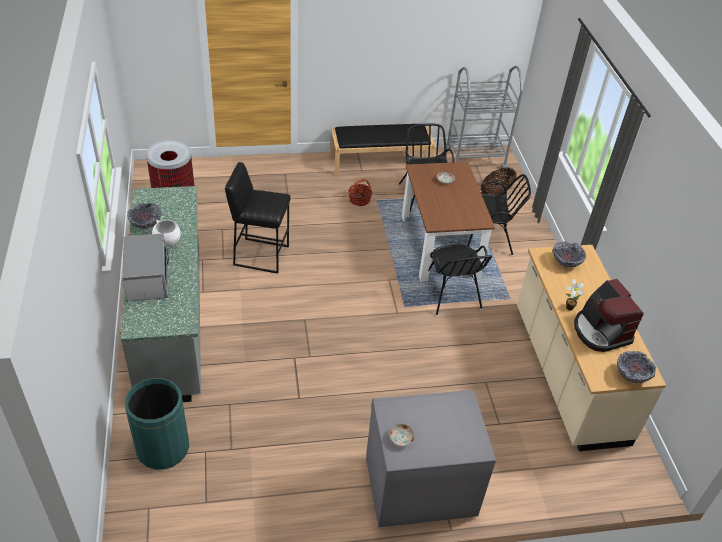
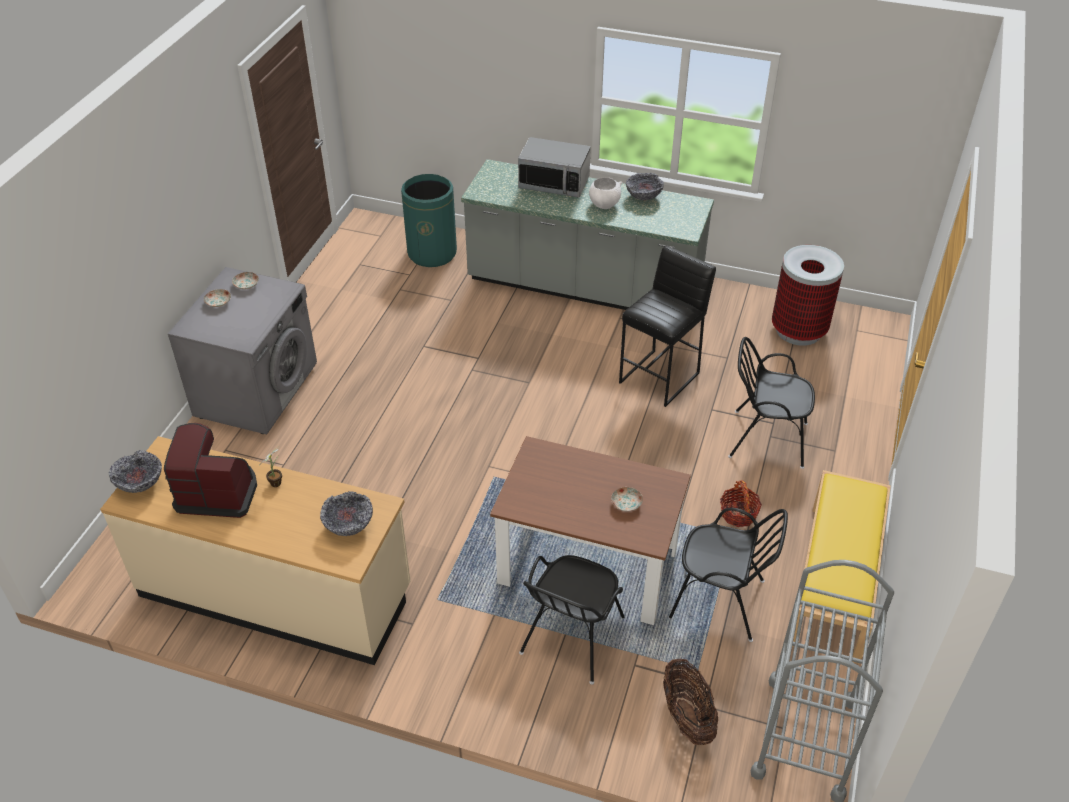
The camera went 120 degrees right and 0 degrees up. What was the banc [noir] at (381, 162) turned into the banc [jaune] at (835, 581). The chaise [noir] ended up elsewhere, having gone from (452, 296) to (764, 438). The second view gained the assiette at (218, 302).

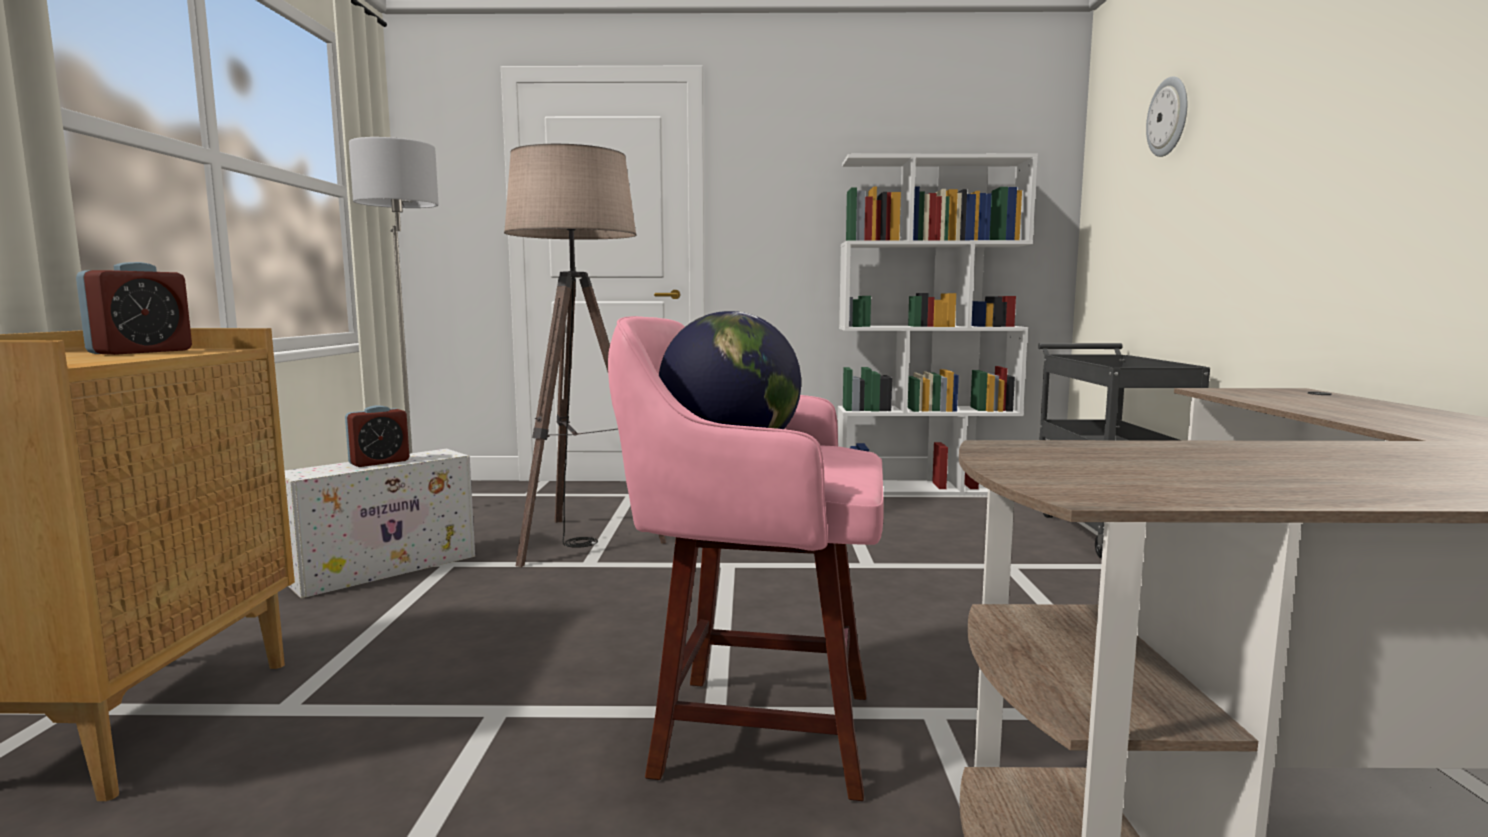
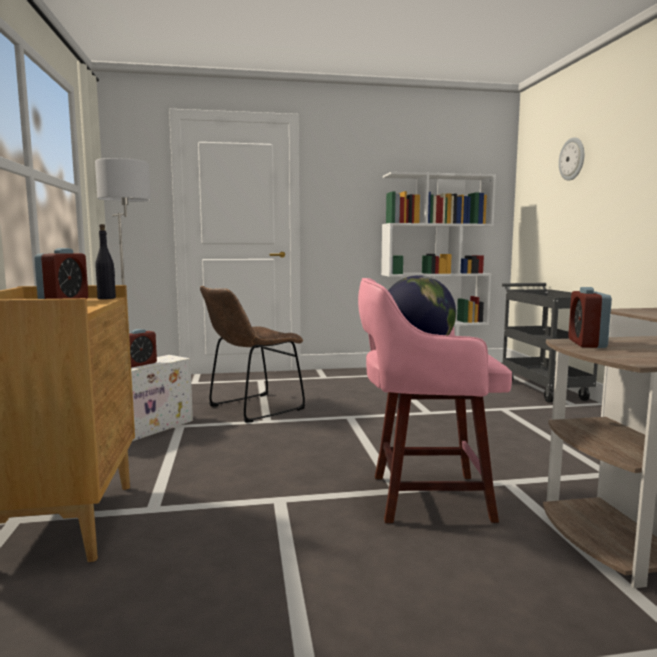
The camera went 10 degrees left and 0 degrees up. Where the lampadaire stood at (581, 542), the chaise [marron] came to stand at (252, 409). The second view gained the bouteille [noir] at (107, 298). The second view gained the réveil at (587, 343).

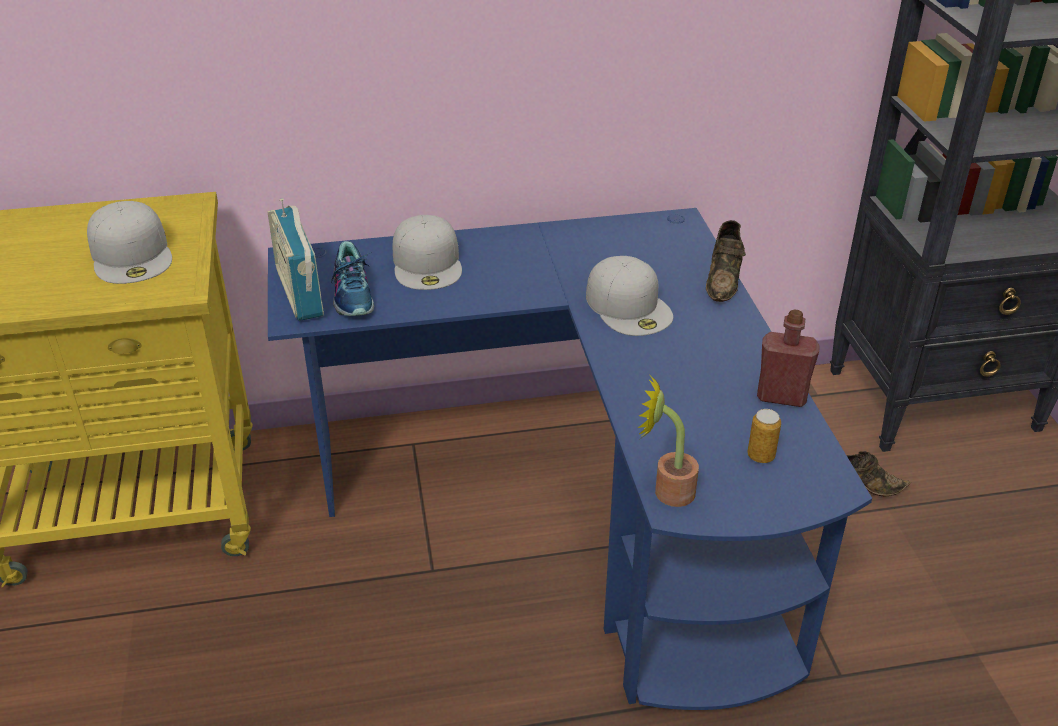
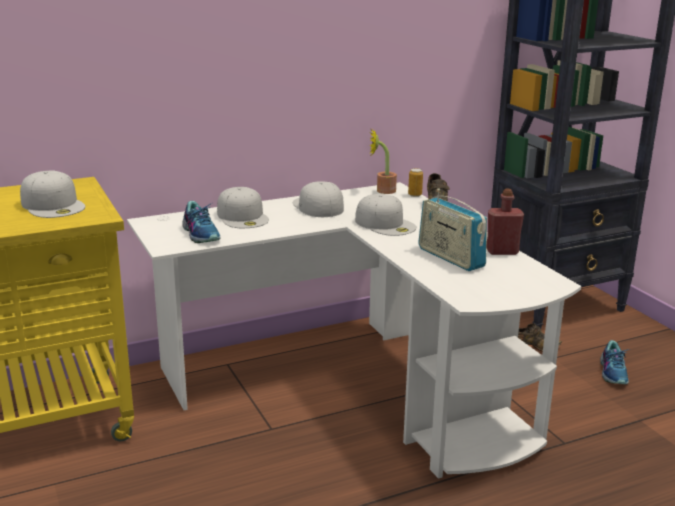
The camera went 15 degrees left and 15 degrees down. The radio ended up elsewhere, having gone from (300, 293) to (450, 258). What was the bureau [bleu] at (575, 507) turned into the bureau [blanc] at (355, 383). The plante en pot ended up elsewhere, having gone from (666, 490) to (382, 190). The boîte métallique ended up elsewhere, having gone from (761, 456) to (415, 195). The second view gained the casquette [blanc] at (317, 206). The second view gained the chaussure at (614, 372).

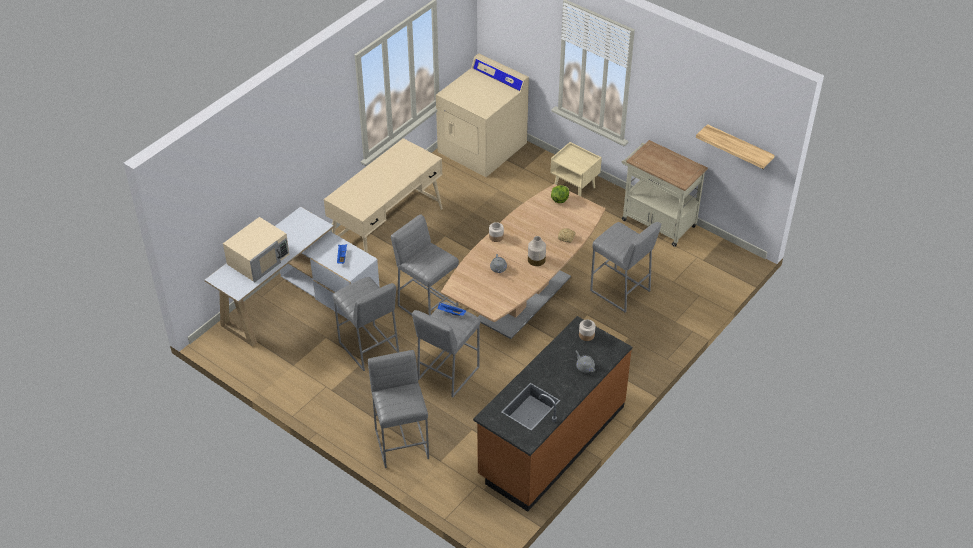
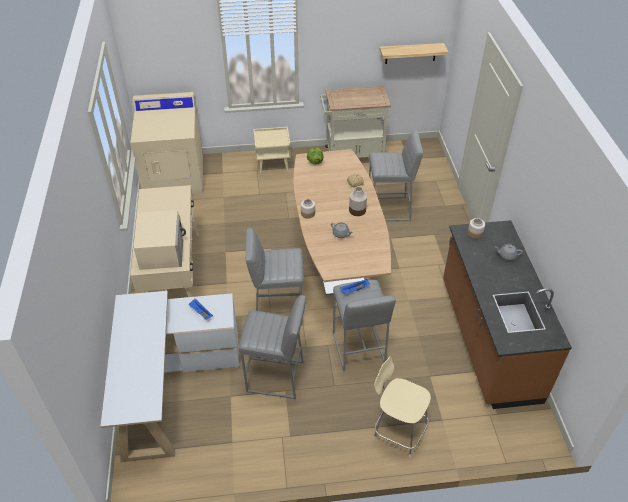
The camera went 45 degrees left and 0 degrees up. The micro-ondes [beige] ended up elsewhere, having gone from (259, 259) to (162, 249). Where the tabouret [gris] stood at (401, 443), the chaise [beige] came to stand at (398, 431).

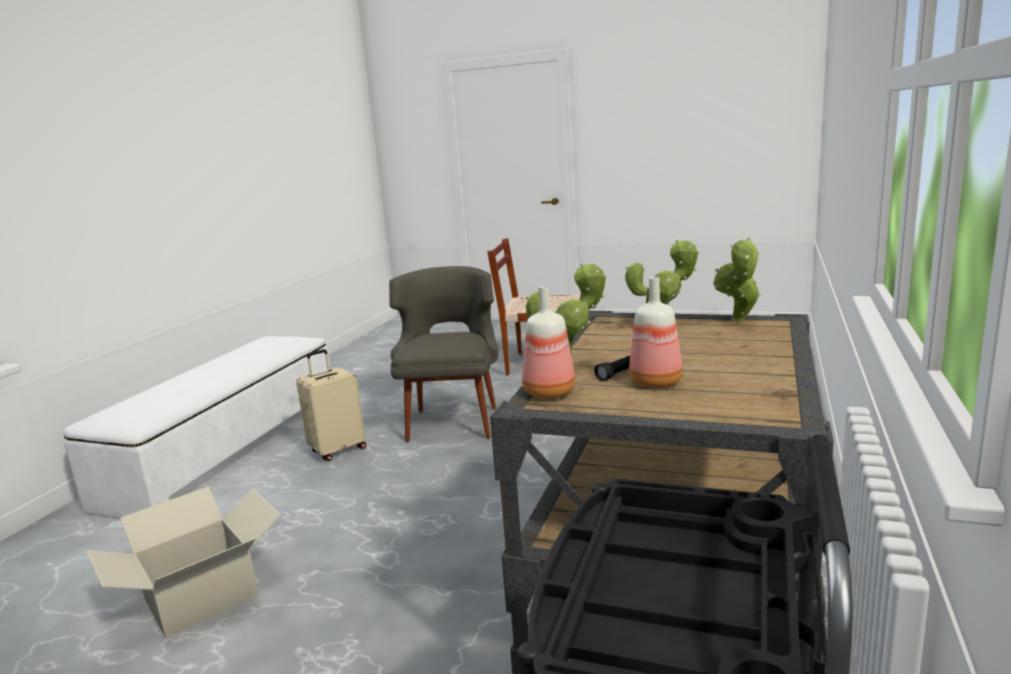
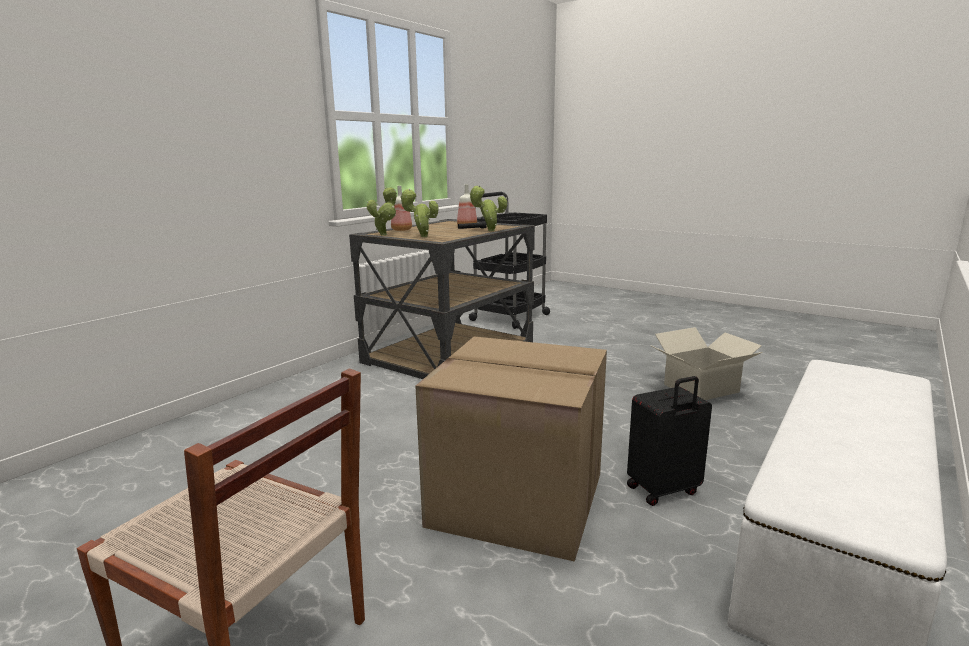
The camera went 165 degrees left and 0 degrees up. What was the valise [beige] at (337, 450) turned into the valise [noir] at (663, 491). Where the chaise [gris] stood at (452, 425), the carton came to stand at (514, 500). The bouteille ended up elsewhere, having gone from (547, 392) to (402, 230).

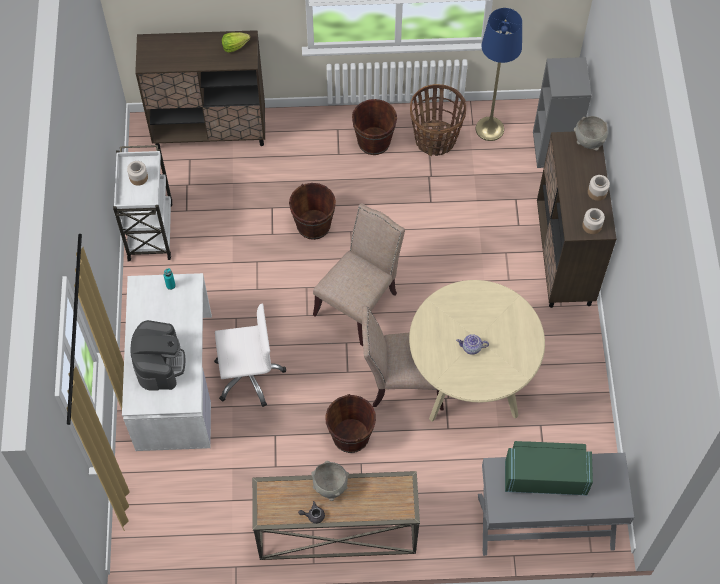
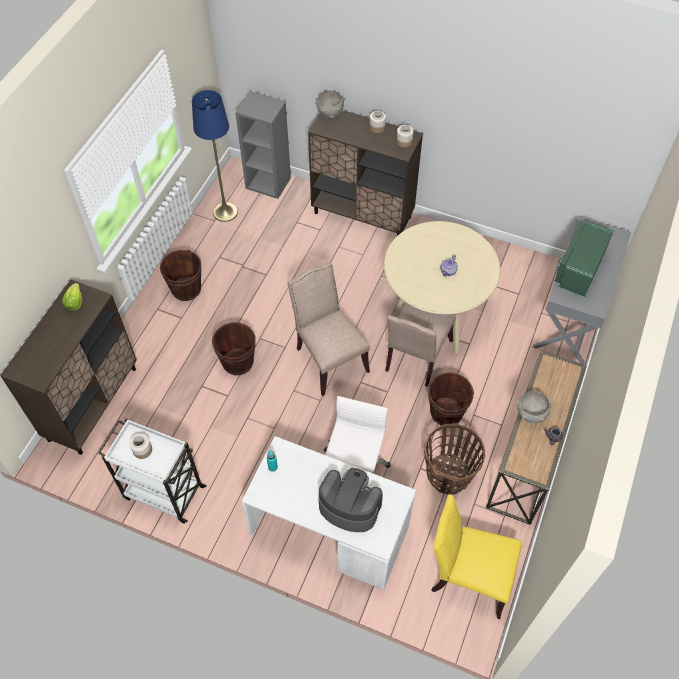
The camera went 65 degrees left and 5 degrees down. The panier ended up elsewhere, having gone from (435, 139) to (448, 475). The second view gained the chaise [jaune] at (468, 576).

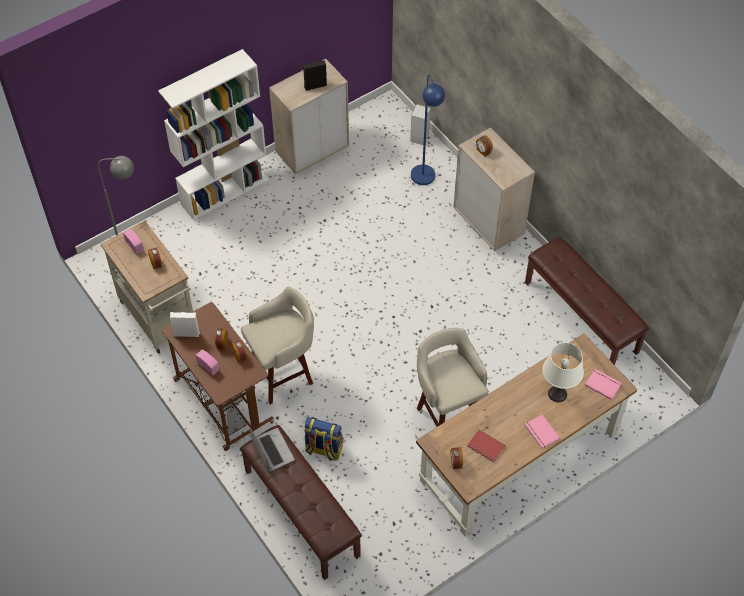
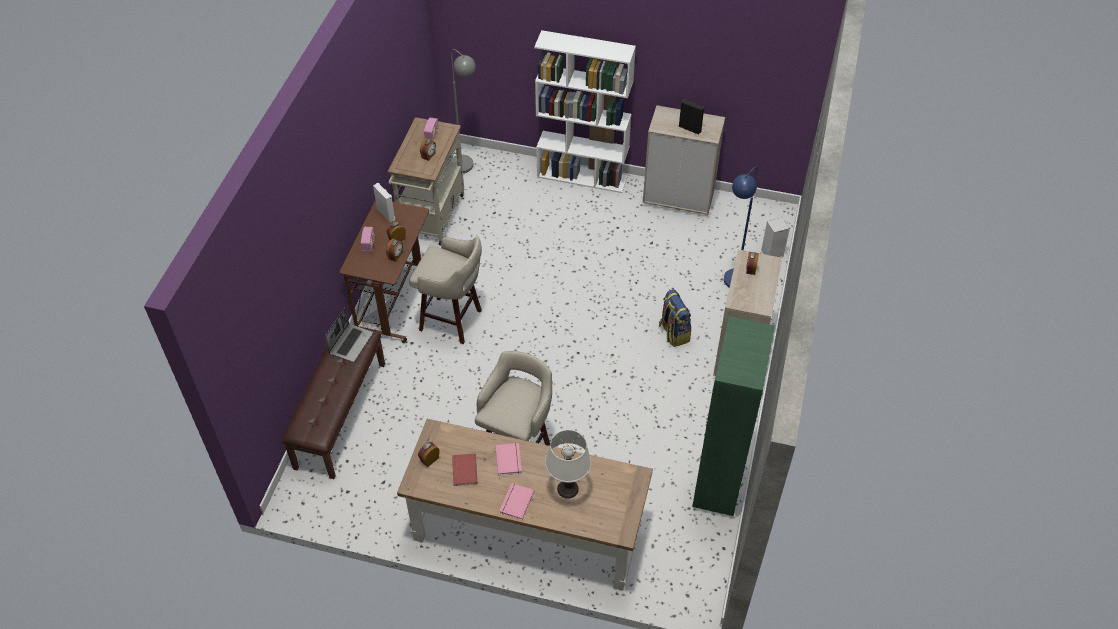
The camera went 50 degrees right and 5 degrees down. The sac à dos ended up elsewhere, having gone from (323, 449) to (673, 333). Where the banc [marron] stood at (581, 317), the meuble de rangement [vert] came to stand at (717, 484). The livre [rose] ended up elsewhere, having gone from (603, 384) to (509, 459).

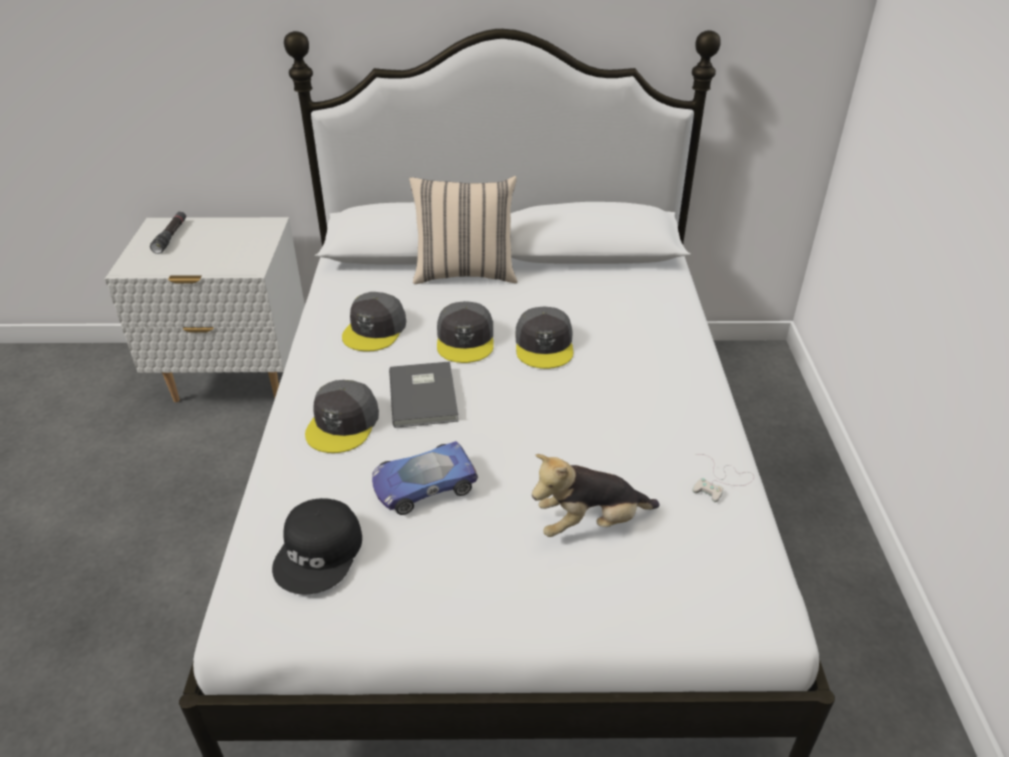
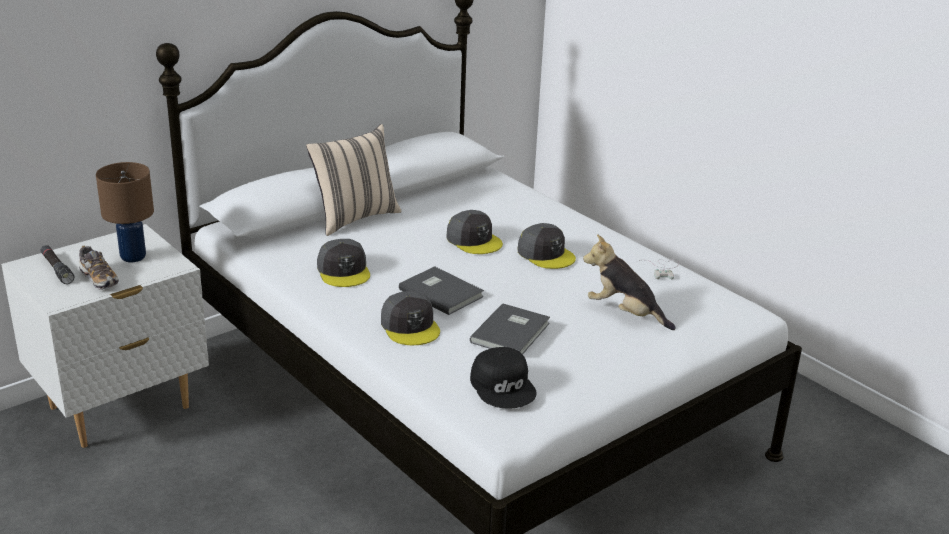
The camera went 40 degrees left and 10 degrees down. Where the petite voiture stood at (423, 485), the livre [gris] came to stand at (512, 333). The casquette [gris] ended up elsewhere, having gone from (465, 340) to (546, 254). The peluche at (590, 523) ended up facing another way, 90 degrees clockwise from before. The second view gained the chaussure at (99, 279). The second view gained the lampe de table [marron] at (133, 258).

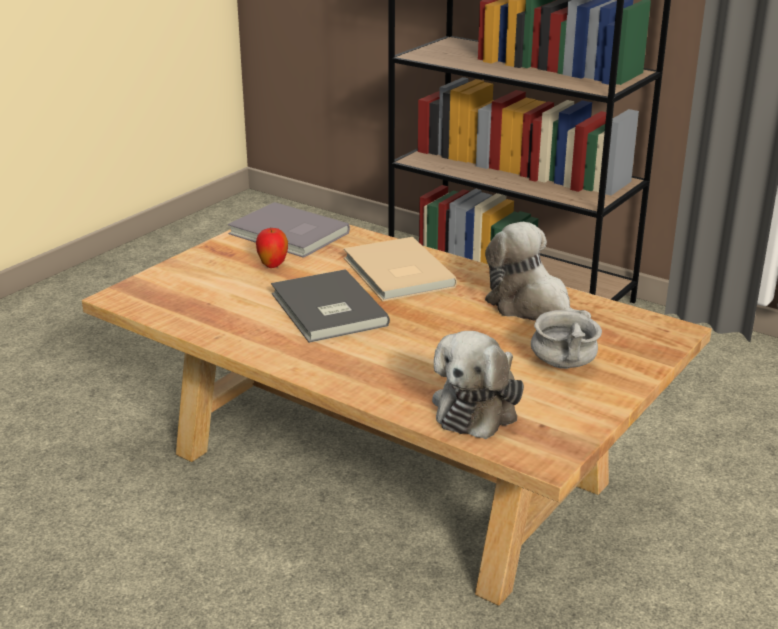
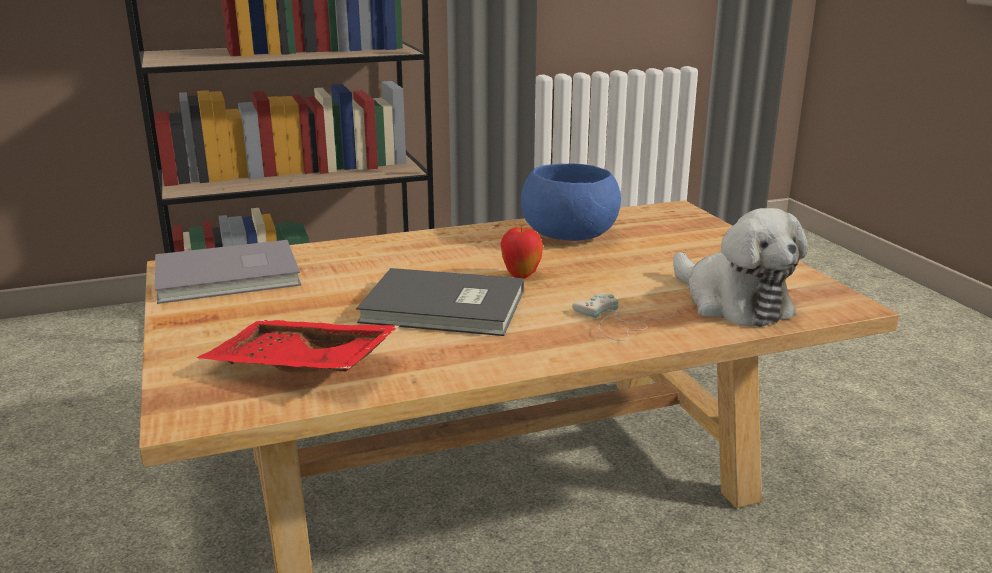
The camera went 55 degrees left and 5 degrees down. The pomme ended up elsewhere, having gone from (273, 265) to (521, 275). The second view lost the livre [beige] at (396, 273). Where the peluche stood at (532, 306), the bol [bleu] came to stand at (570, 234). The second view lost the bol [gris] at (565, 364). The second view gained the plateau [rouge] at (299, 367). The second view gained the manette [blanc] at (617, 322).

